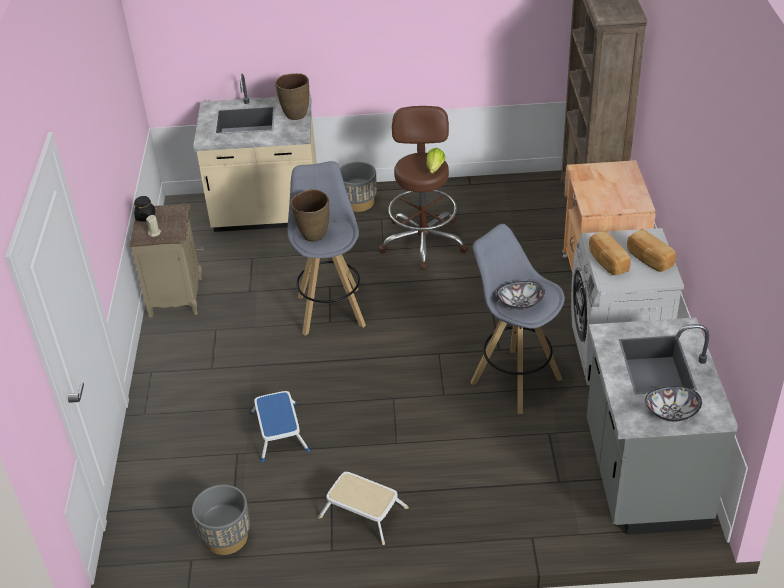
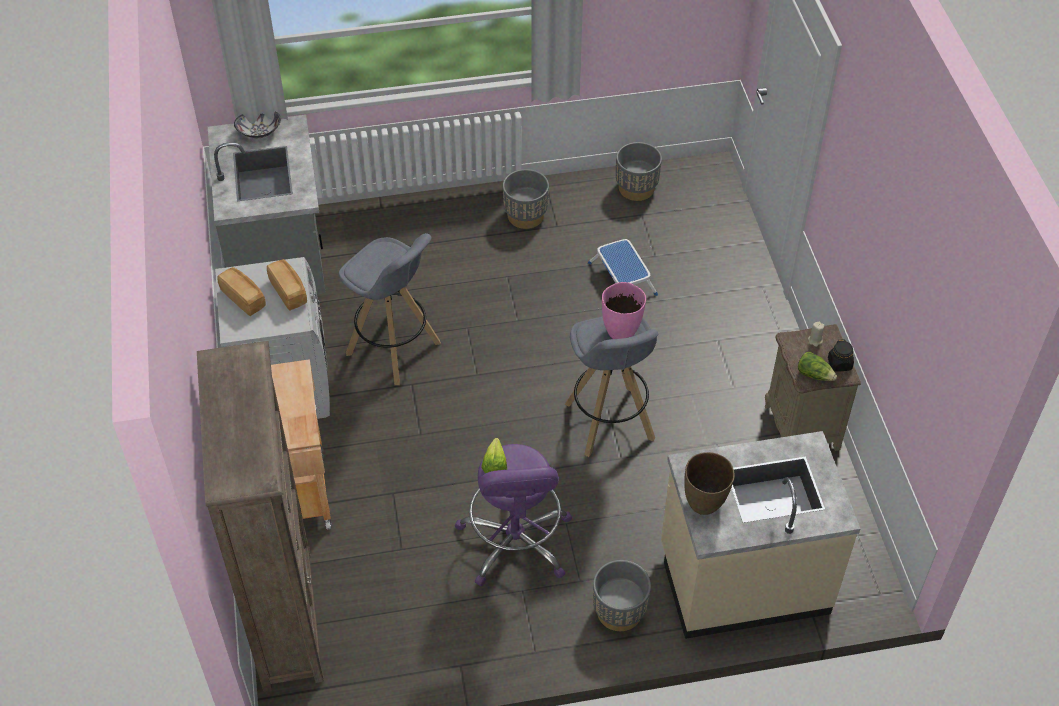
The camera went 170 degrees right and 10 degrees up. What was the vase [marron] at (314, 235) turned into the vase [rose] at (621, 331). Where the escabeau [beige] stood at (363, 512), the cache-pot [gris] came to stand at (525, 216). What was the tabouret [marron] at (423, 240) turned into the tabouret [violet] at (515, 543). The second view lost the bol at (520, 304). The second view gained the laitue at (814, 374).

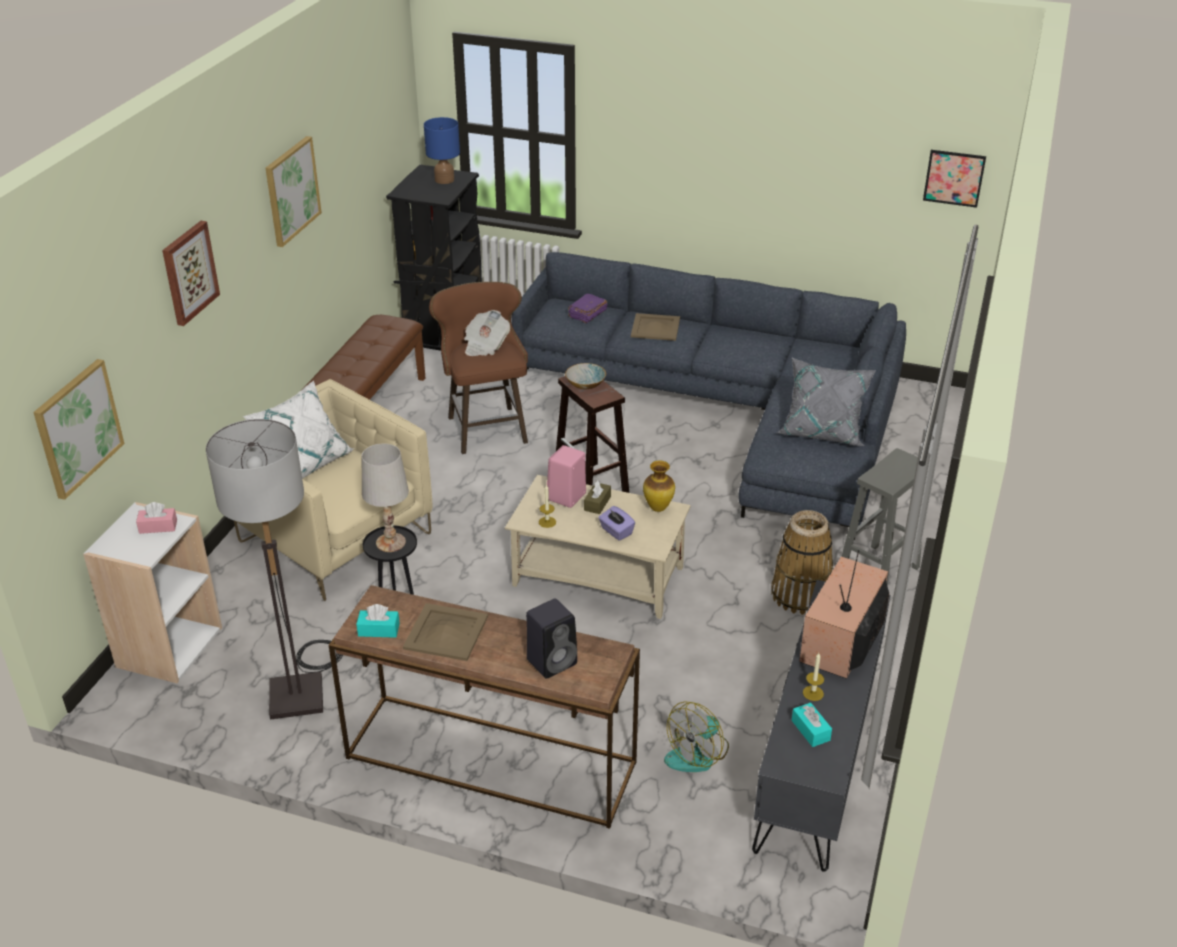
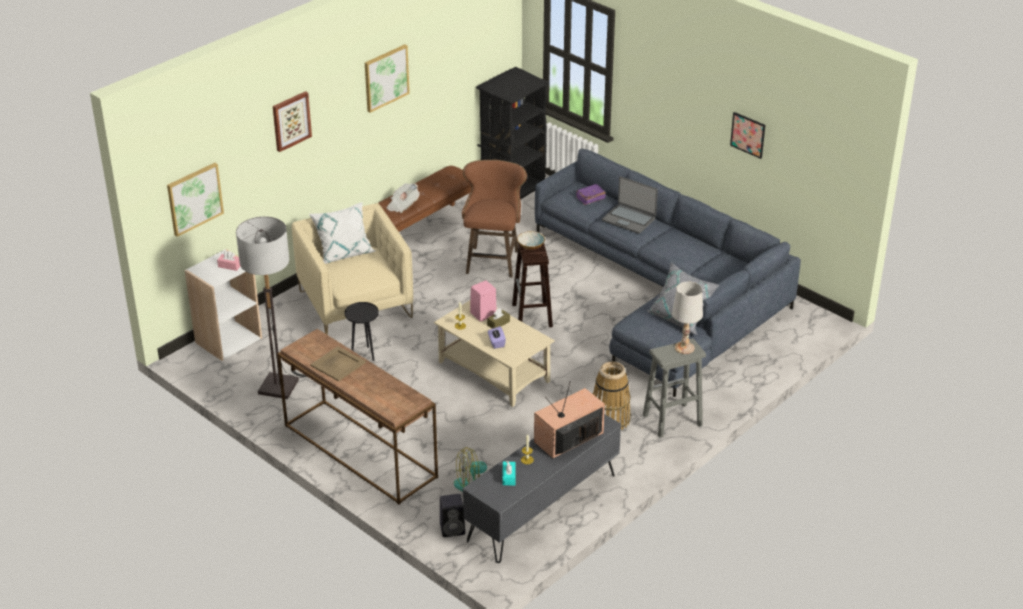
The camera went 25 degrees right and 0 degrees up. The second view lost the boîte à mouchoirs [turquoise] at (378, 630). The lampe de table [blanc] ended up elsewhere, having gone from (391, 543) to (684, 348). The second view lost the lampe de table [bleu] at (444, 180). The journal ended up elsewhere, having gone from (485, 346) to (403, 205). The enceinte [noir] ended up elsewhere, having gone from (553, 661) to (453, 529). Where the plateau [beige] stood at (656, 327), the ordinateur portable came to stand at (629, 219). The second view lost the vase at (658, 508). The tableau ended up elsewhere, having gone from (954, 178) to (748, 135).

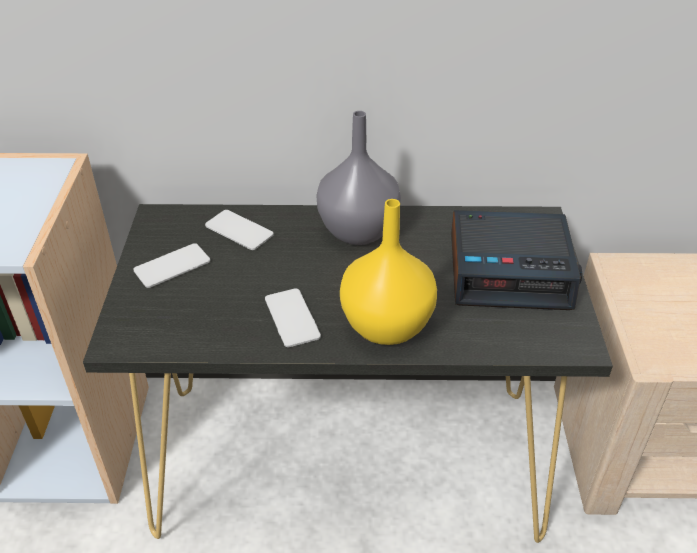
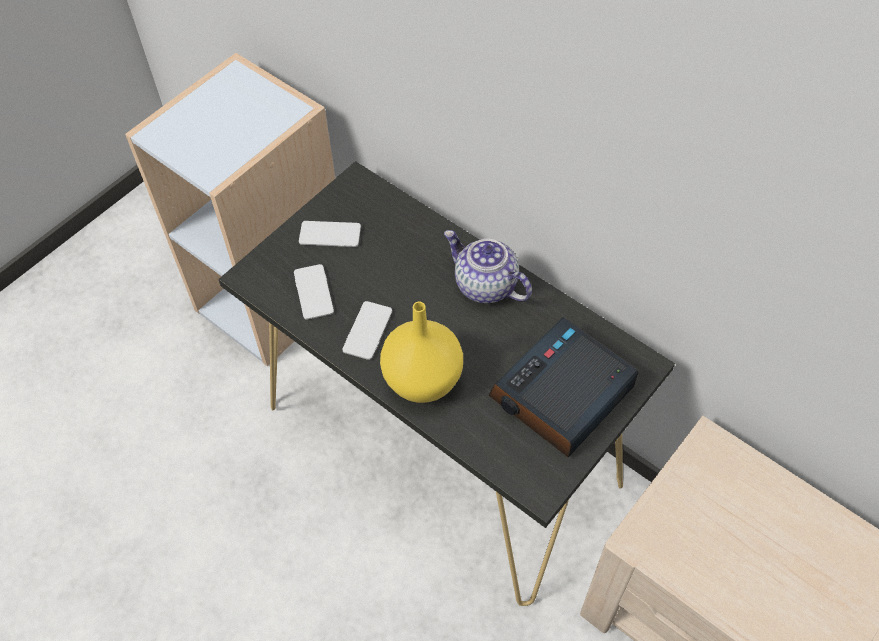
The camera went 40 degrees right and 15 degrees up. The téléphone ended up elsewhere, having gone from (239, 231) to (313, 292). Where the vase [gris] stood at (359, 232), the théière came to stand at (484, 285). The réveil at (510, 271) ended up facing another way, 90 degrees clockwise from before.

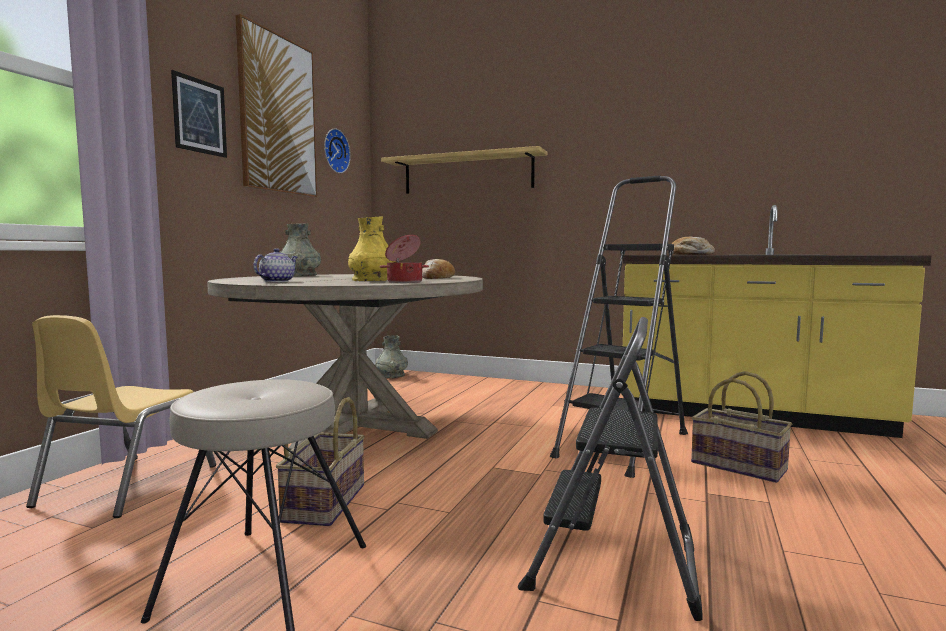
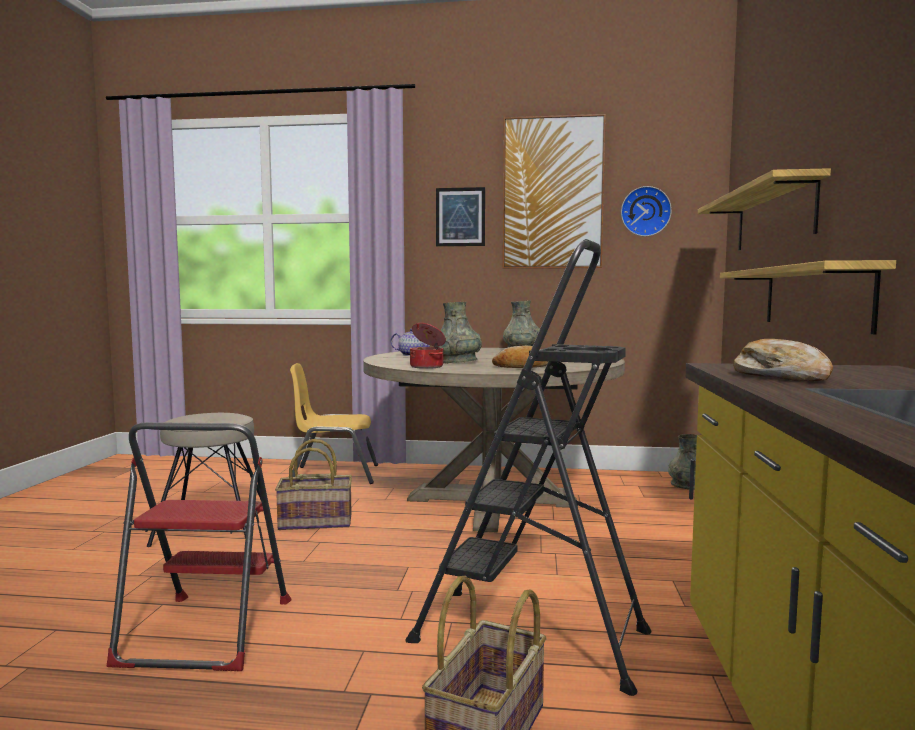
The camera went 75 degrees right and 0 degrees up. What was the vase [jaune] at (373, 280) turned into the vase [gris] at (457, 362). What was the escabeau [noir] at (620, 565) turned into the escabeau [rouge] at (203, 634). The second view gained the étagère at (814, 297).

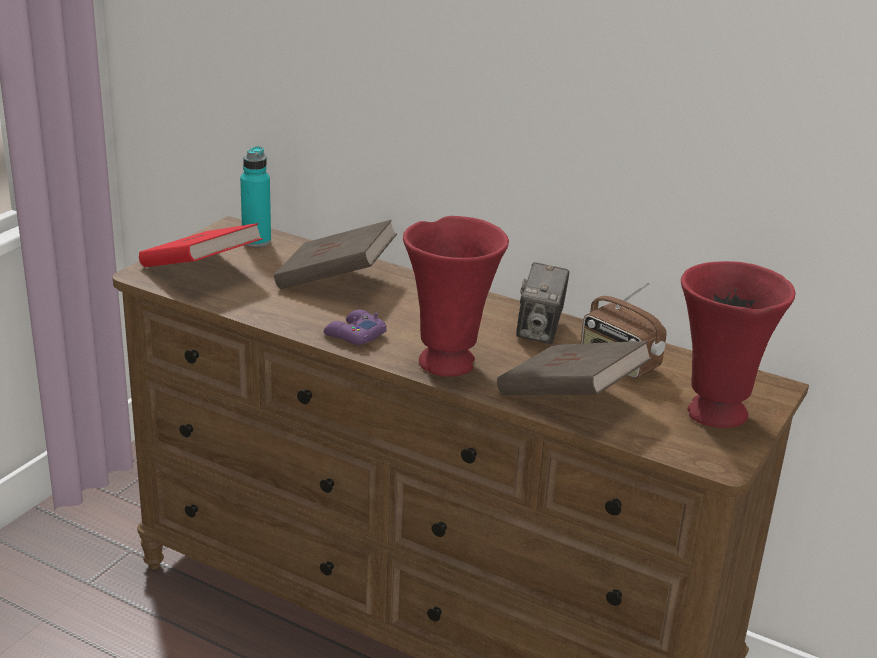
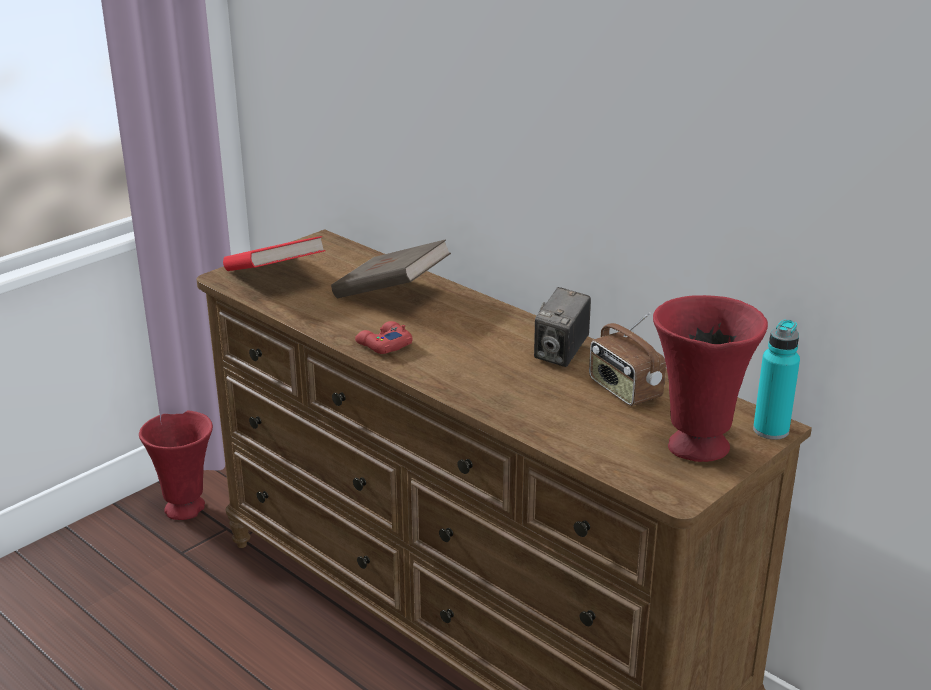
The camera went 15 degrees right and 0 degrees up. The bouteille [turquoise] ended up elsewhere, having gone from (256, 241) to (770, 430). What was the manette [violet] at (354, 335) turned into the manette [rouge] at (383, 344). The vase [rouge] ended up elsewhere, having gone from (449, 362) to (187, 508). The second view lost the livre [marron] at (570, 397).

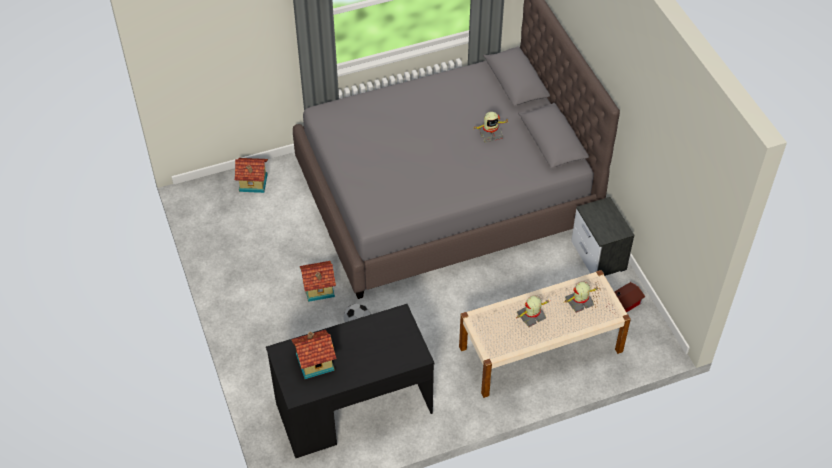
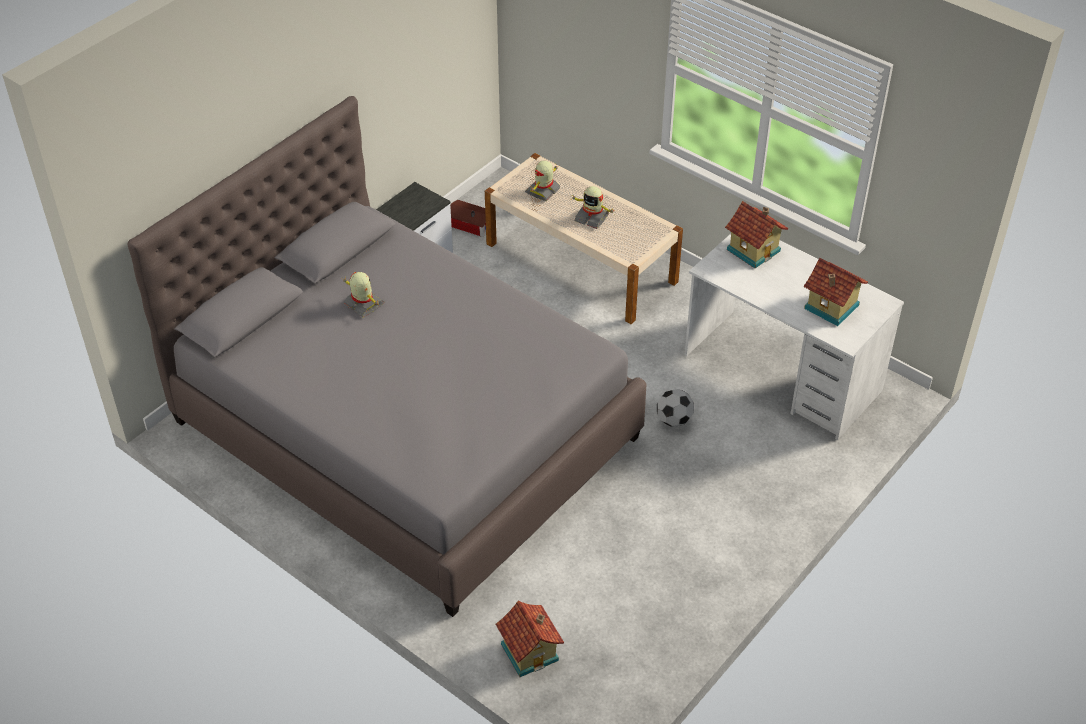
The camera went 120 degrees left and 5 degrees down. What was the bureau [noir] at (353, 408) turned into the bureau [blanc] at (782, 373). The maison miniature ended up elsewhere, having gone from (319, 289) to (754, 249). The robot jouet at (579, 302) ended up facing another way, 90 degrees clockwise from before.

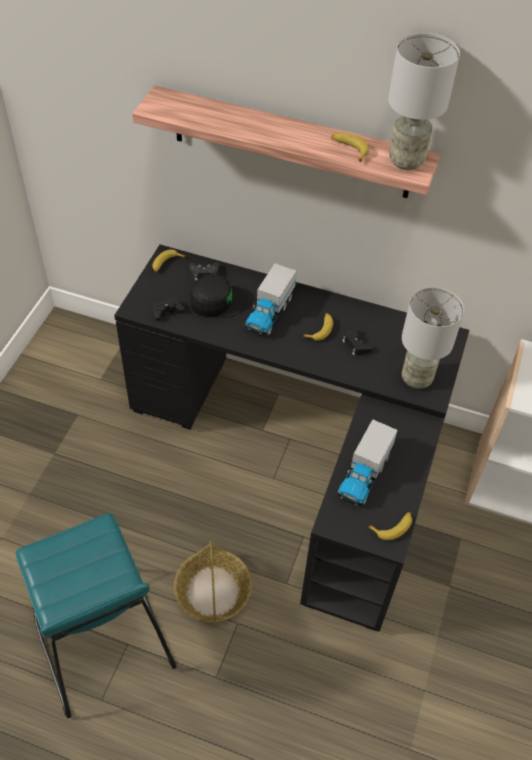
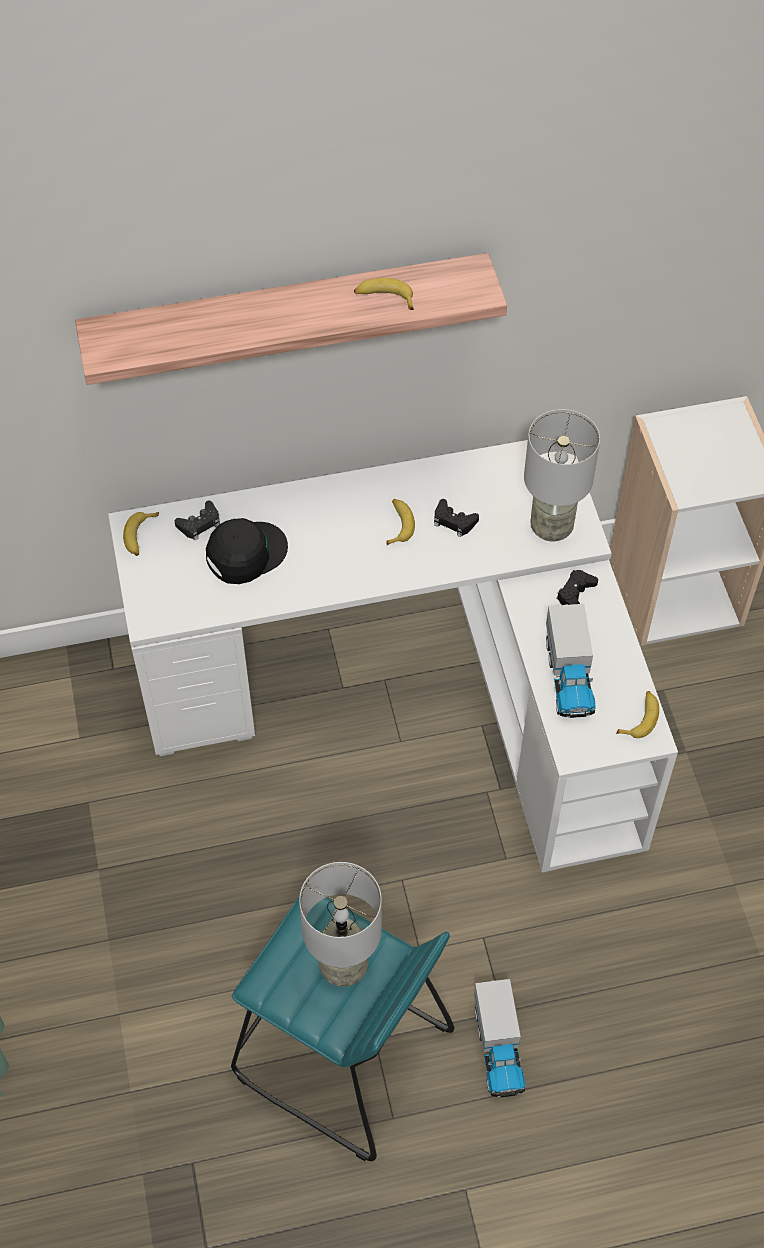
The camera went 30 degrees left and 5 degrees up. What was the bureau [noir] at (303, 453) turned into the bureau [blanc] at (414, 689). The manette [noir] ended up elsewhere, having gone from (167, 311) to (575, 593). The second view lost the panier at (213, 592). The camion jouet ended up elsewhere, having gone from (269, 313) to (498, 1048). The lampe de table [gris] ended up elsewhere, having gone from (406, 161) to (343, 967).

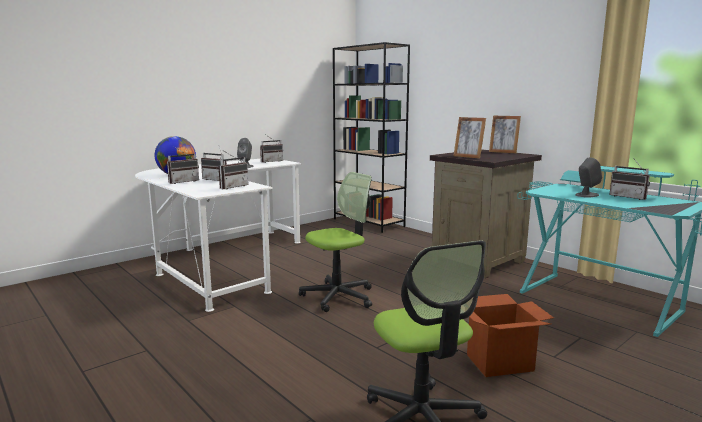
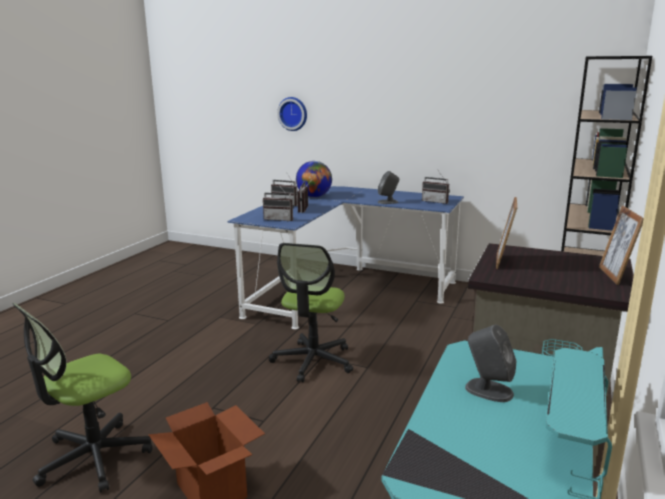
The camera went 65 degrees right and 5 degrees up. What was the bureau [blanc] at (221, 262) turned into the bureau [bleu] at (344, 289). The chaise de bureau at (338, 296) ended up facing another way, 75 degrees clockwise from before. The second view lost the radio at (629, 197). The second view gained the horloge murale at (293, 113).

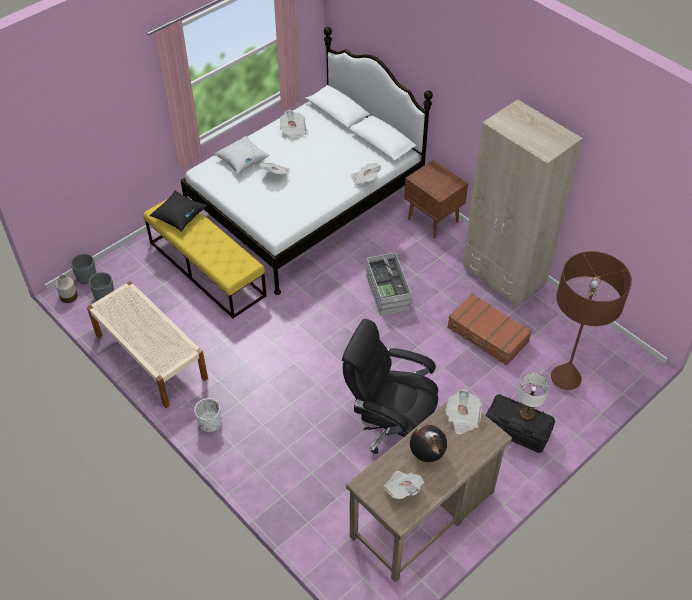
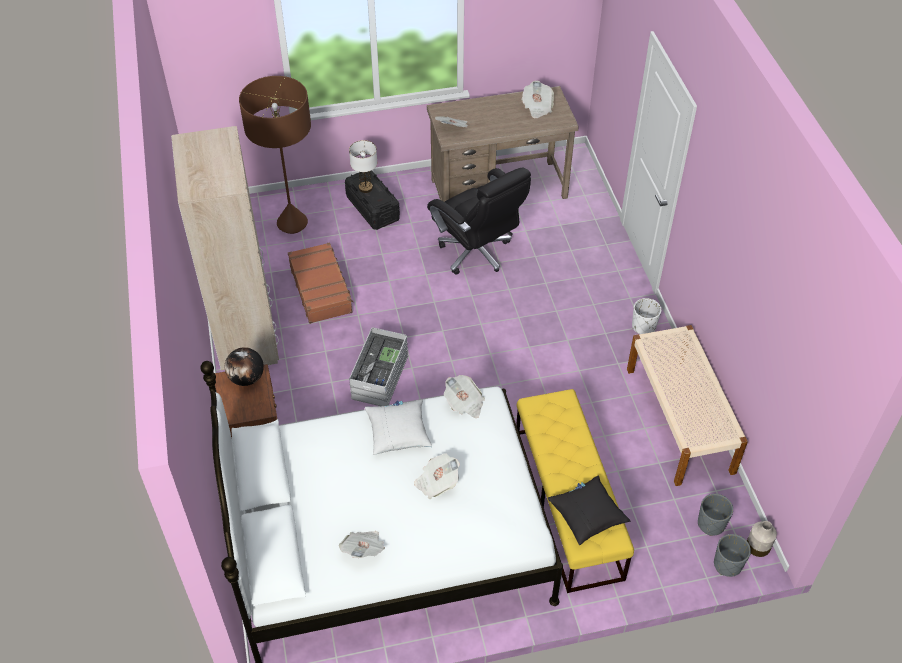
The camera went 150 degrees left and 0 degrees up. The coussin [gris] ended up elsewhere, having gone from (242, 160) to (398, 433). The journal ended up elsewhere, having gone from (365, 179) to (464, 403). The globe ended up elsewhere, having gone from (427, 453) to (247, 378).

